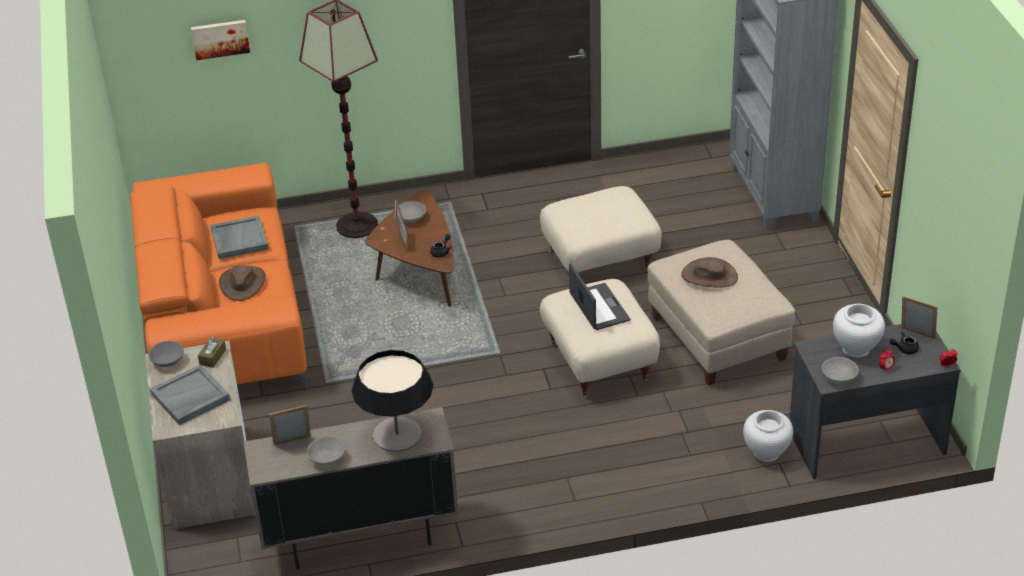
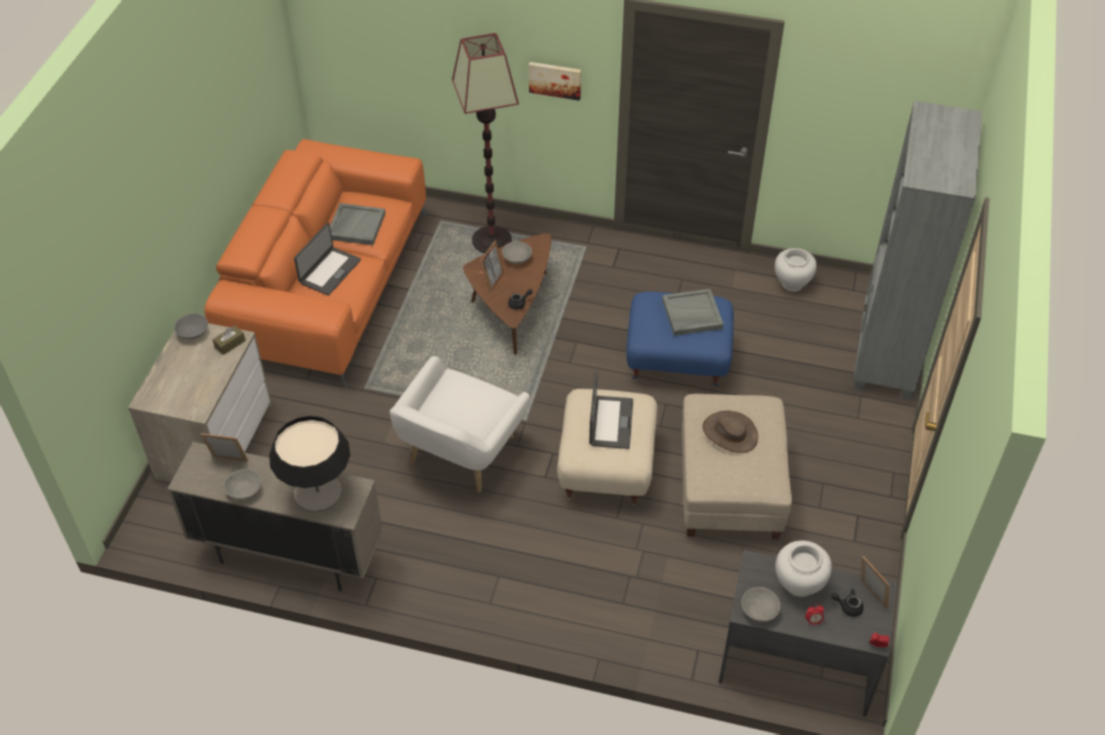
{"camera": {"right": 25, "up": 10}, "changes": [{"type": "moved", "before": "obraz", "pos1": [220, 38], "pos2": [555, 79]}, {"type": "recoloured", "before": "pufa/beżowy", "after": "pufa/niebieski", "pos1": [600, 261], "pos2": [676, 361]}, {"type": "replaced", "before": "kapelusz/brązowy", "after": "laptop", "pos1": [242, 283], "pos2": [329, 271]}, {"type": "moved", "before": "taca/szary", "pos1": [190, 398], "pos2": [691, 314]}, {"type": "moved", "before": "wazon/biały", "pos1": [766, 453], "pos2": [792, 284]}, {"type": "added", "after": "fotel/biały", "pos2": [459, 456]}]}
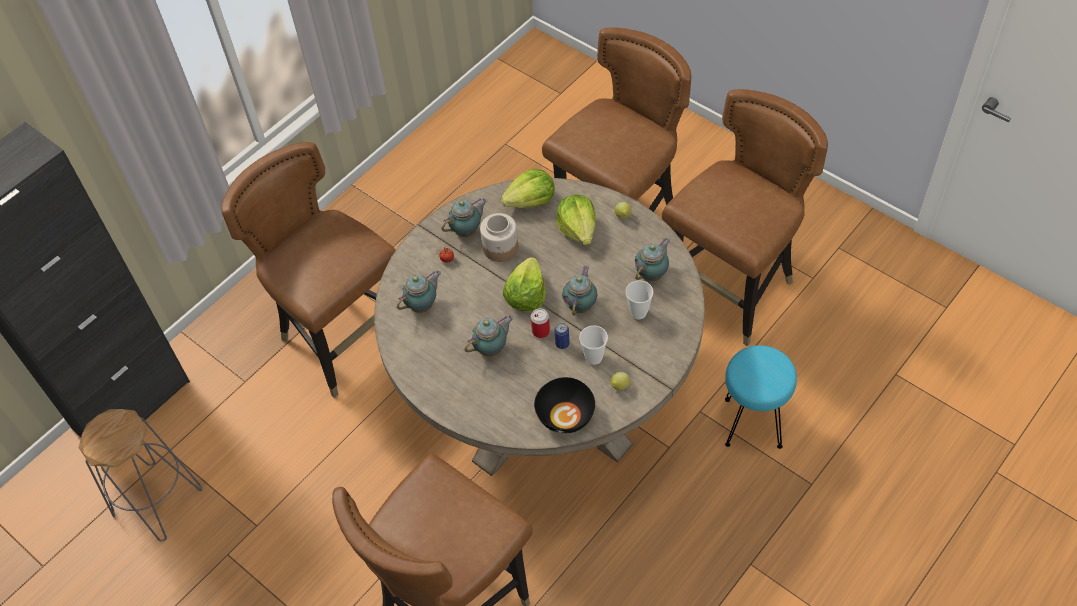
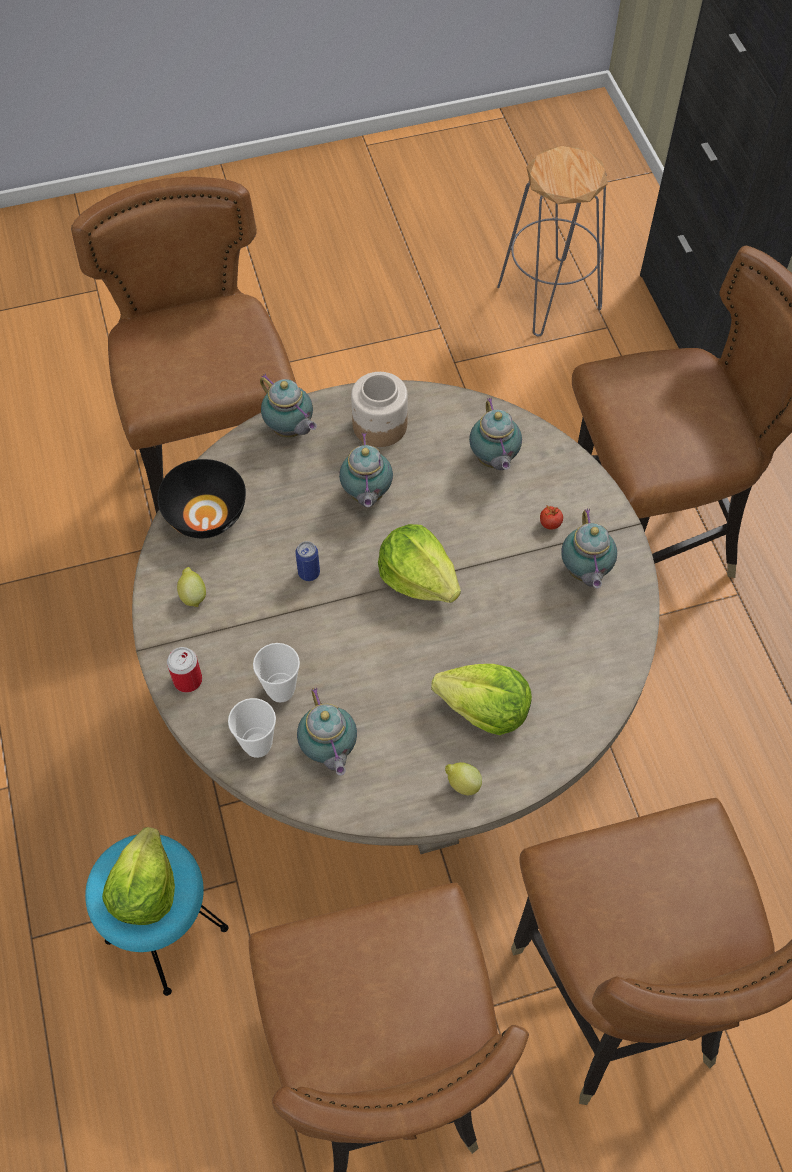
{"camera": {"right": 120, "up": 5}, "changes": [{"type": "moved", "before": "sałata", "pos1": [531, 201], "pos2": [144, 889]}, {"type": "moved", "before": "słoik", "pos1": [501, 248], "pos2": [379, 425]}, {"type": "moved", "before": "imbryk", "pos1": [581, 305], "pos2": [290, 430]}, {"type": "moved", "before": "puszka", "pos1": [540, 331], "pos2": [187, 680]}, {"type": "moved", "before": "filiżanka", "pos1": [594, 357], "pos2": [257, 745]}]}
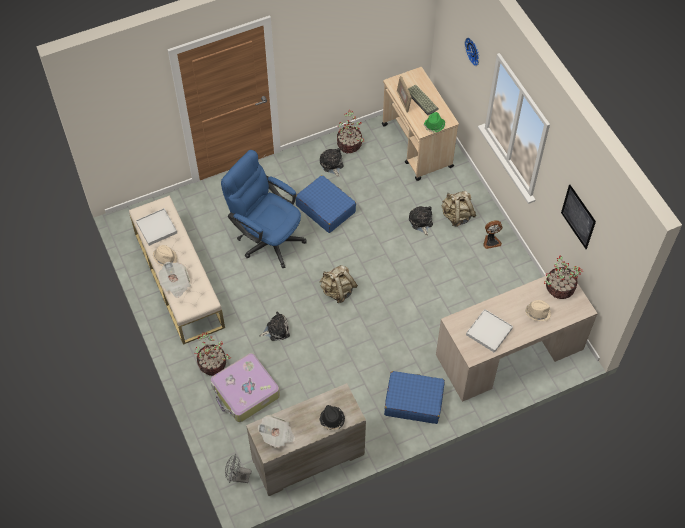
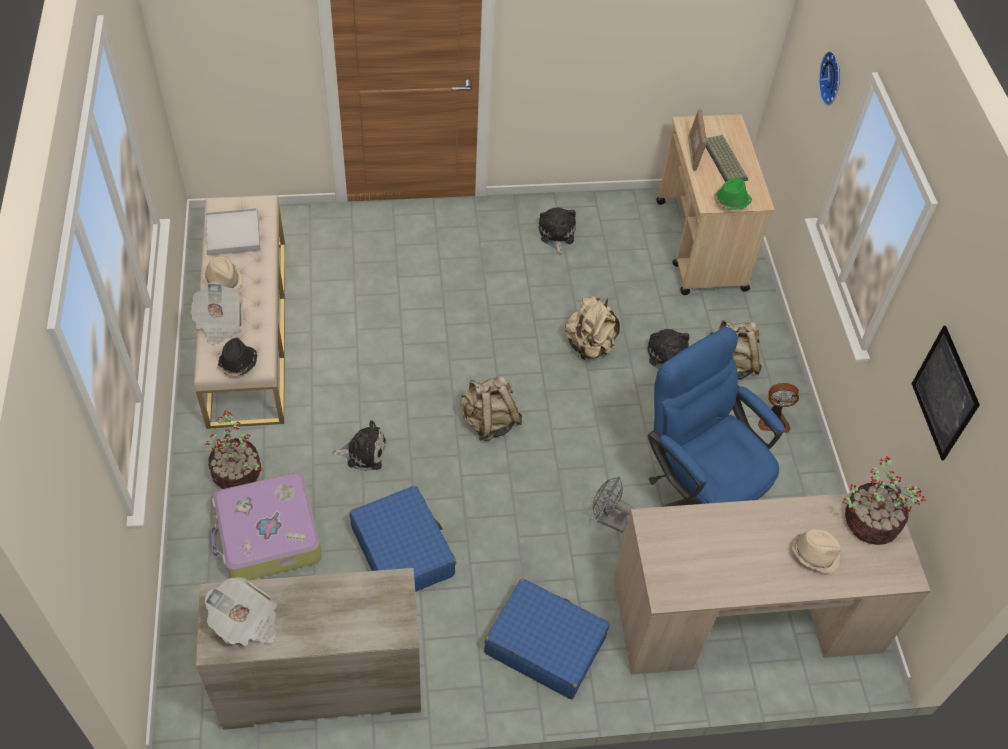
{"camera": {"right": 15, "up": -5}, "changes": [{"type": "removed", "before": "roślina doniczkowa", "pos1": [350, 145]}, {"type": "moved", "before": "krzesło biurowe/niebieski", "pos1": [267, 238], "pos2": [698, 493]}, {"type": "moved", "before": "walizka/niebieski", "pos1": [325, 208], "pos2": [402, 551]}, {"type": "removed", "before": "taca/biały", "pos1": [489, 332]}, {"type": "moved", "before": "kapelusz/czarny", "pos1": [332, 420], "pos2": [238, 363]}, {"type": "moved", "before": "wentylator/szary", "pos1": [237, 477], "pos2": [608, 520]}, {"type": "added", "after": "plecak/beżowy", "pos2": [589, 346]}]}
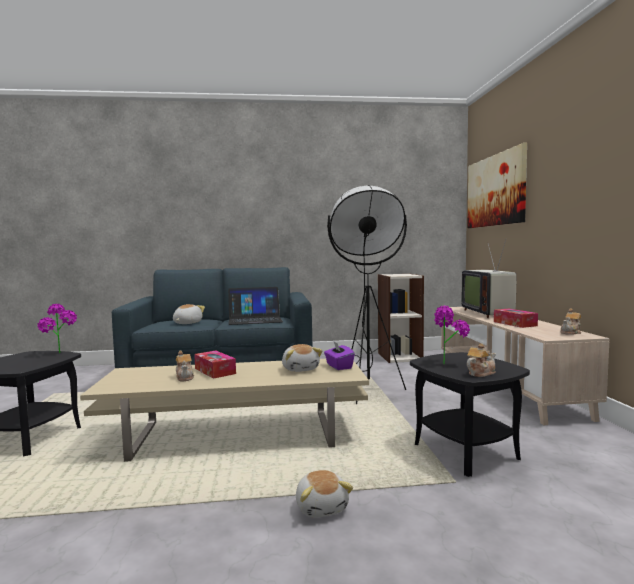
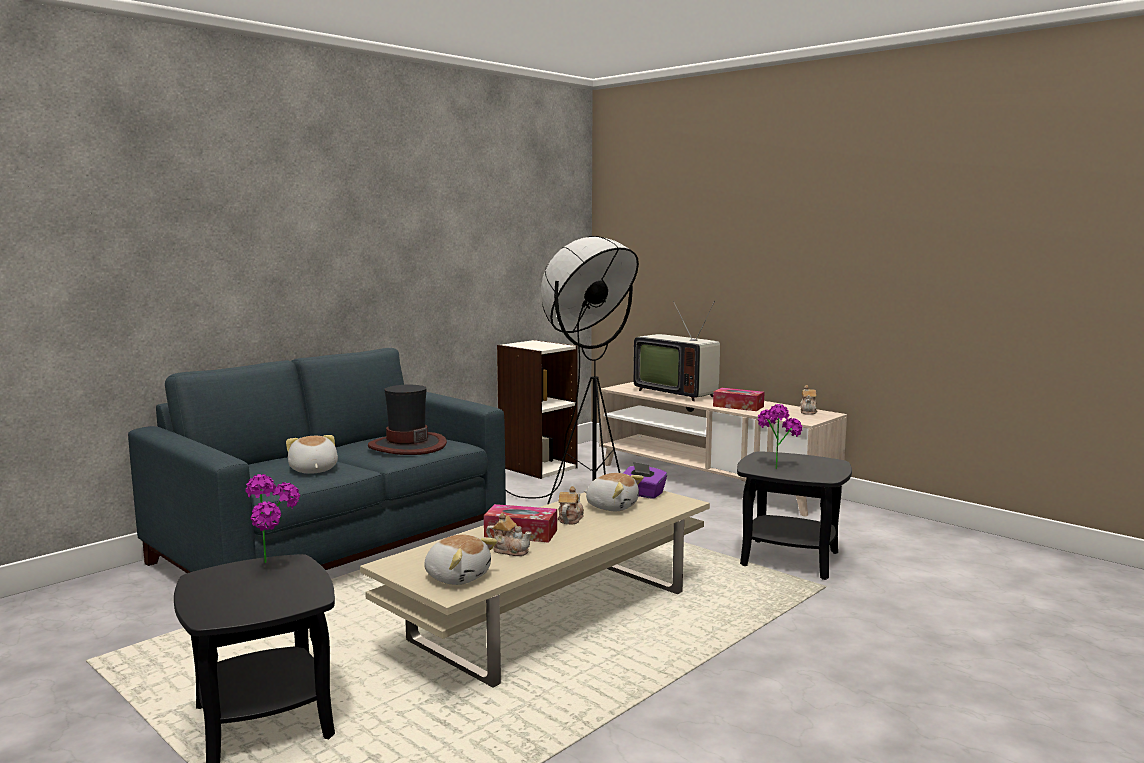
{"camera": {"right": -40, "up": 5}, "changes": [{"type": "removed", "before": "obraz", "pos1": [495, 190]}, {"type": "replaced", "before": "laptop", "after": "kapelusz", "pos1": [255, 319], "pos2": [407, 446]}, {"type": "moved", "before": "imbryk", "pos1": [480, 373], "pos2": [570, 519]}, {"type": "moved", "before": "pluszak", "pos1": [322, 507], "pos2": [458, 577]}]}
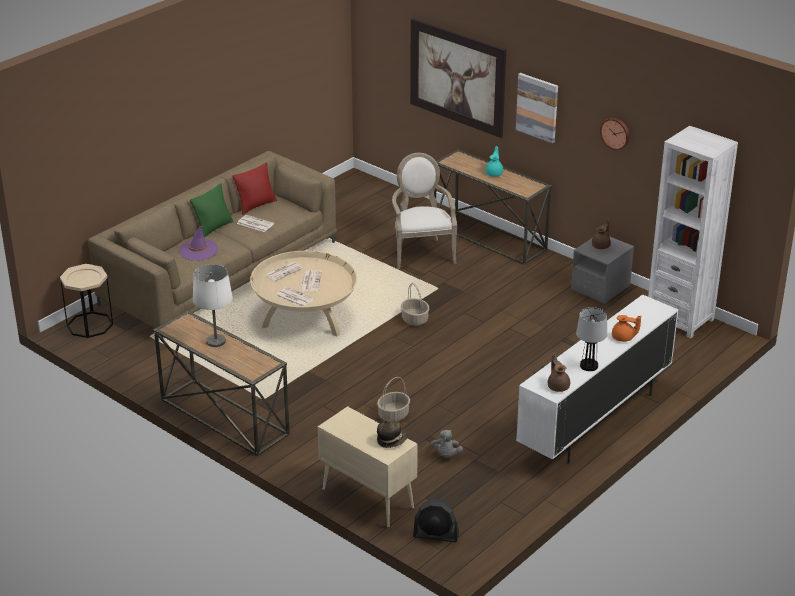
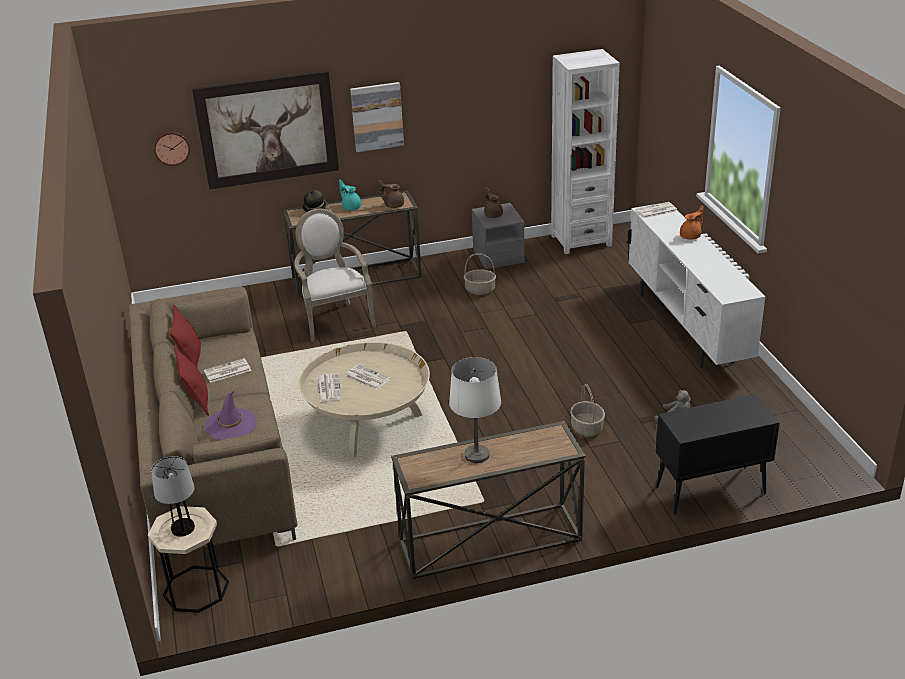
{"camera": {"right": -55, "up": 0}, "changes": [{"type": "moved", "before": "zegar ścienny", "pos1": [615, 133], "pos2": [171, 147]}, {"type": "turned", "before": "fotel", "pos1": [422, 252], "pos2": [335, 319], "turn": 45}, {"type": "recoloured", "before": "poduszka/zielony", "after": "poduszka/czerwony", "pos1": [213, 228], "pos2": [196, 401]}, {"type": "moved", "before": "koszyk", "pos1": [415, 319], "pos2": [480, 290]}, {"type": "moved", "before": "gazeta", "pos1": [294, 297], "pos2": [656, 211]}, {"type": "moved", "before": "lampa stołowa", "pos1": [588, 366], "pos2": [182, 529]}, {"type": "moved", "before": "imbryk/brązowy", "pos1": [558, 386], "pos2": [393, 205]}, {"type": "recoloured", "before": "szafka/beżowy", "after": "szafka/czarny", "pos1": [367, 498], "pos2": [709, 490]}, {"type": "moved", "before": "kapelusz", "pos1": [391, 440], "pos2": [315, 208]}, {"type": "removed", "before": "wentylator/czarny", "pos1": [436, 535]}]}
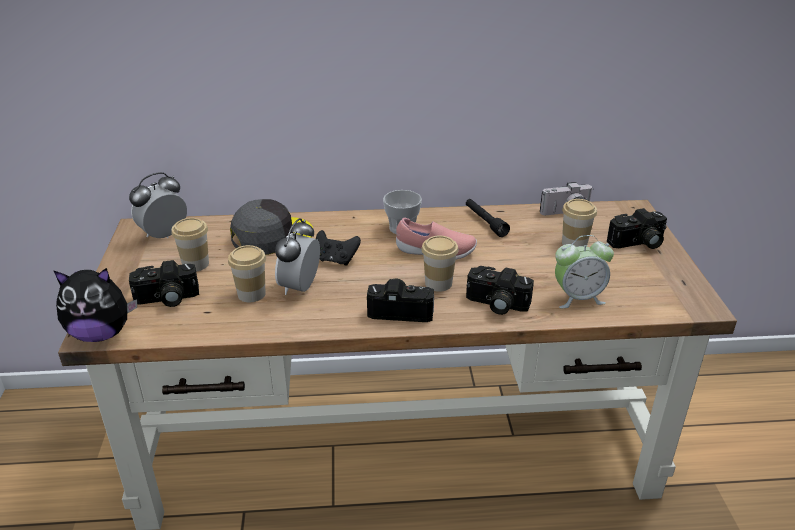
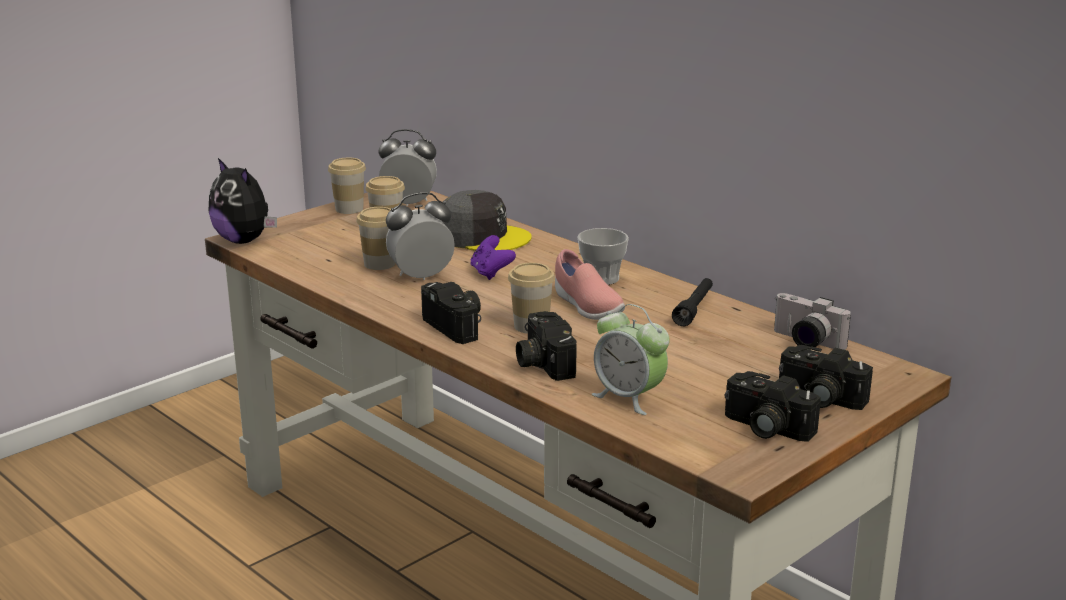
{"camera": {"right": 50, "up": -10}, "changes": [{"type": "moved", "before": "filiżanka", "pos1": [574, 243], "pos2": [349, 209]}, {"type": "recoloured", "before": "pad do gier/czarny", "after": "pad do gier/fioletowy", "pos1": [336, 260], "pos2": [491, 273]}, {"type": "moved", "before": "aparat fotograficzny", "pos1": [166, 299], "pos2": [765, 428]}]}
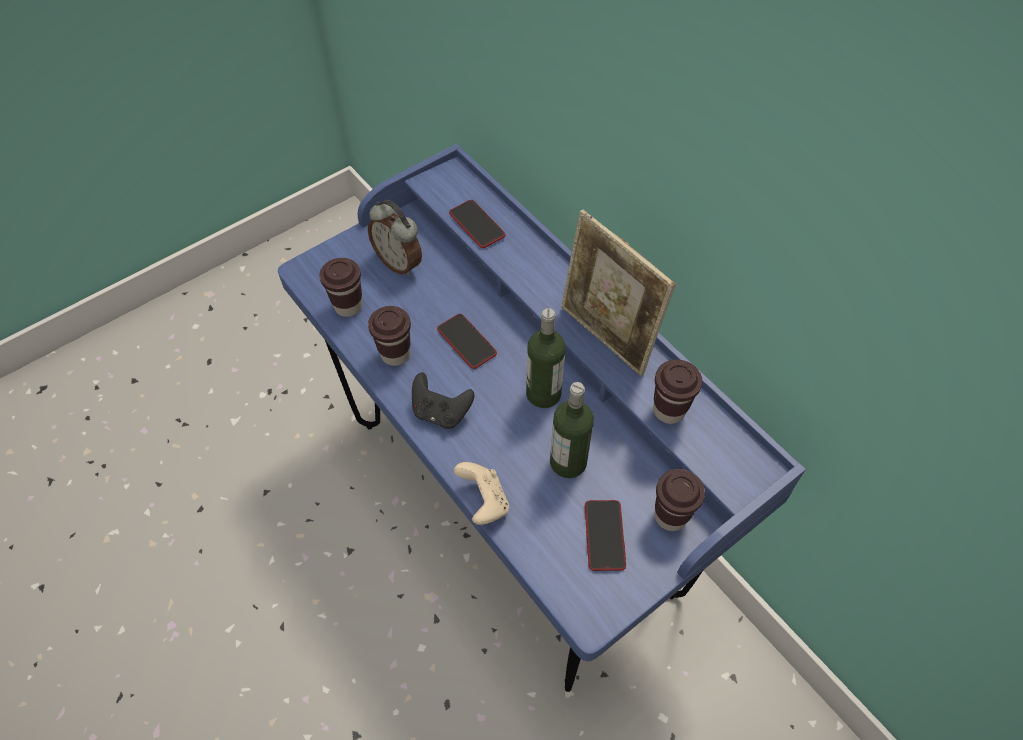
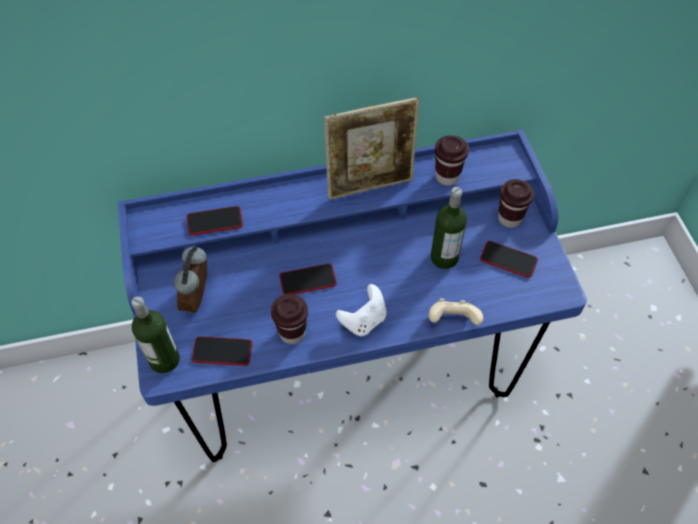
{"camera": {"right": -65, "up": 0}, "changes": [{"type": "turned", "before": "budzik", "pos1": [399, 262], "pos2": [199, 298], "turn": 120}, {"type": "replaced", "before": "filiżanka/brązowy", "after": "telefon", "pos1": [348, 306], "pos2": [222, 351]}, {"type": "moved", "before": "butelka", "pos1": [543, 394], "pos2": [164, 360]}, {"type": "recoloured", "before": "pad do gier/czarny", "after": "pad do gier/biały", "pos1": [441, 412], "pos2": [363, 320]}]}
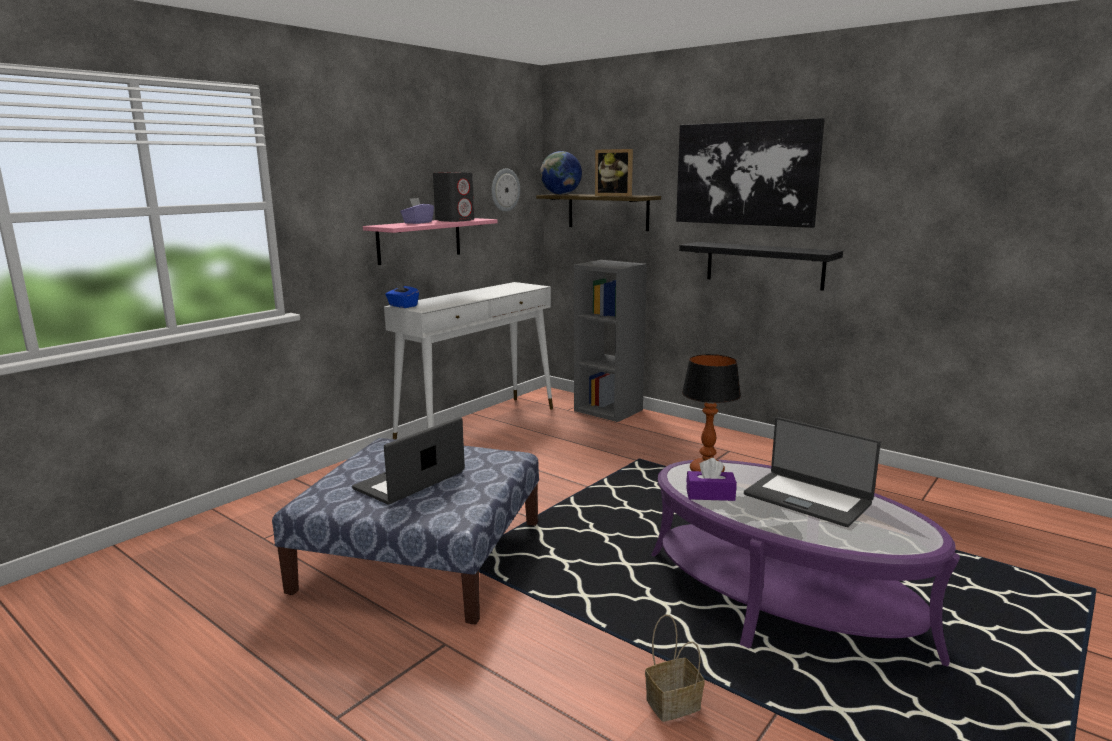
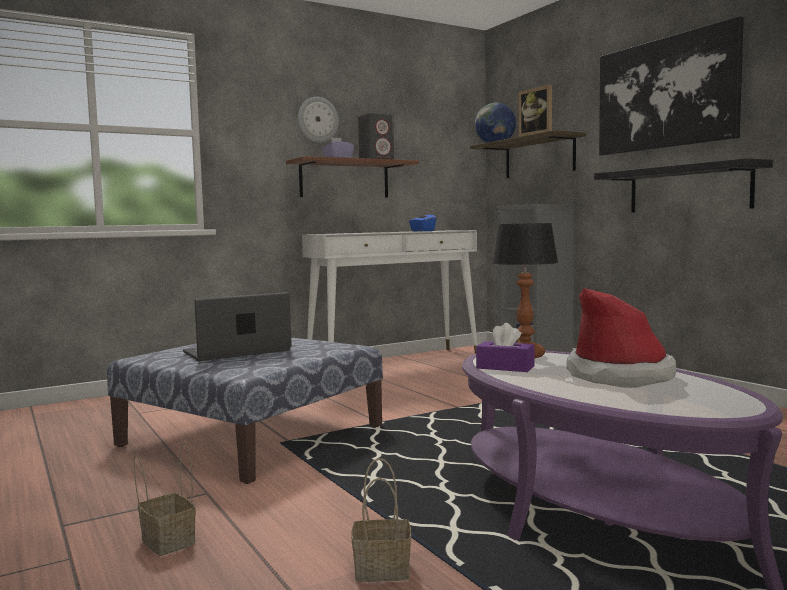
{"camera": {"right": 20, "up": -10}, "changes": [{"type": "moved", "before": "zegar ścienny", "pos1": [504, 190], "pos2": [317, 120]}, {"type": "recoloured", "before": "półka/różowy", "after": "półka/brązowy", "pos1": [419, 240], "pos2": [344, 179]}, {"type": "moved", "before": "pudełko chusteczek/niebieski", "pos1": [402, 306], "pos2": [422, 231]}, {"type": "replaced", "before": "laptop", "after": "kapelusz", "pos1": [808, 498], "pos2": [619, 376]}, {"type": "added", "after": "koszyk", "pos2": [166, 541]}]}
